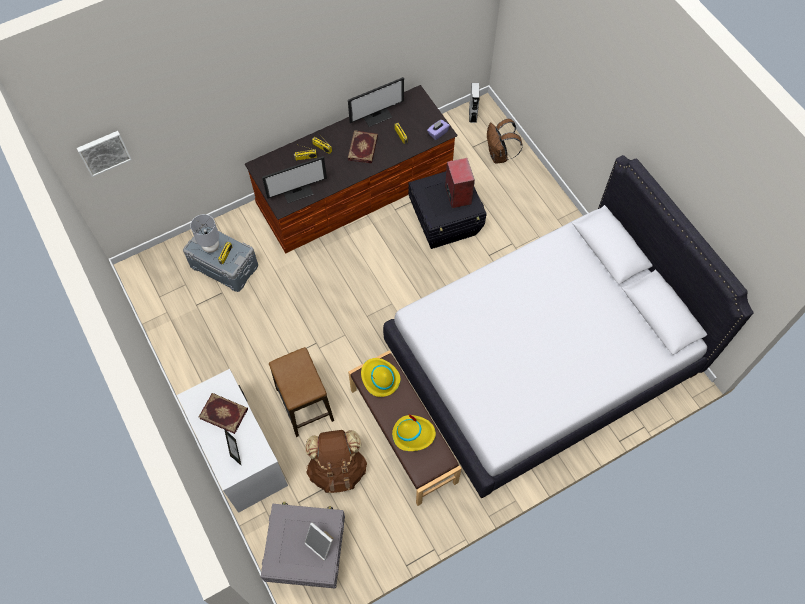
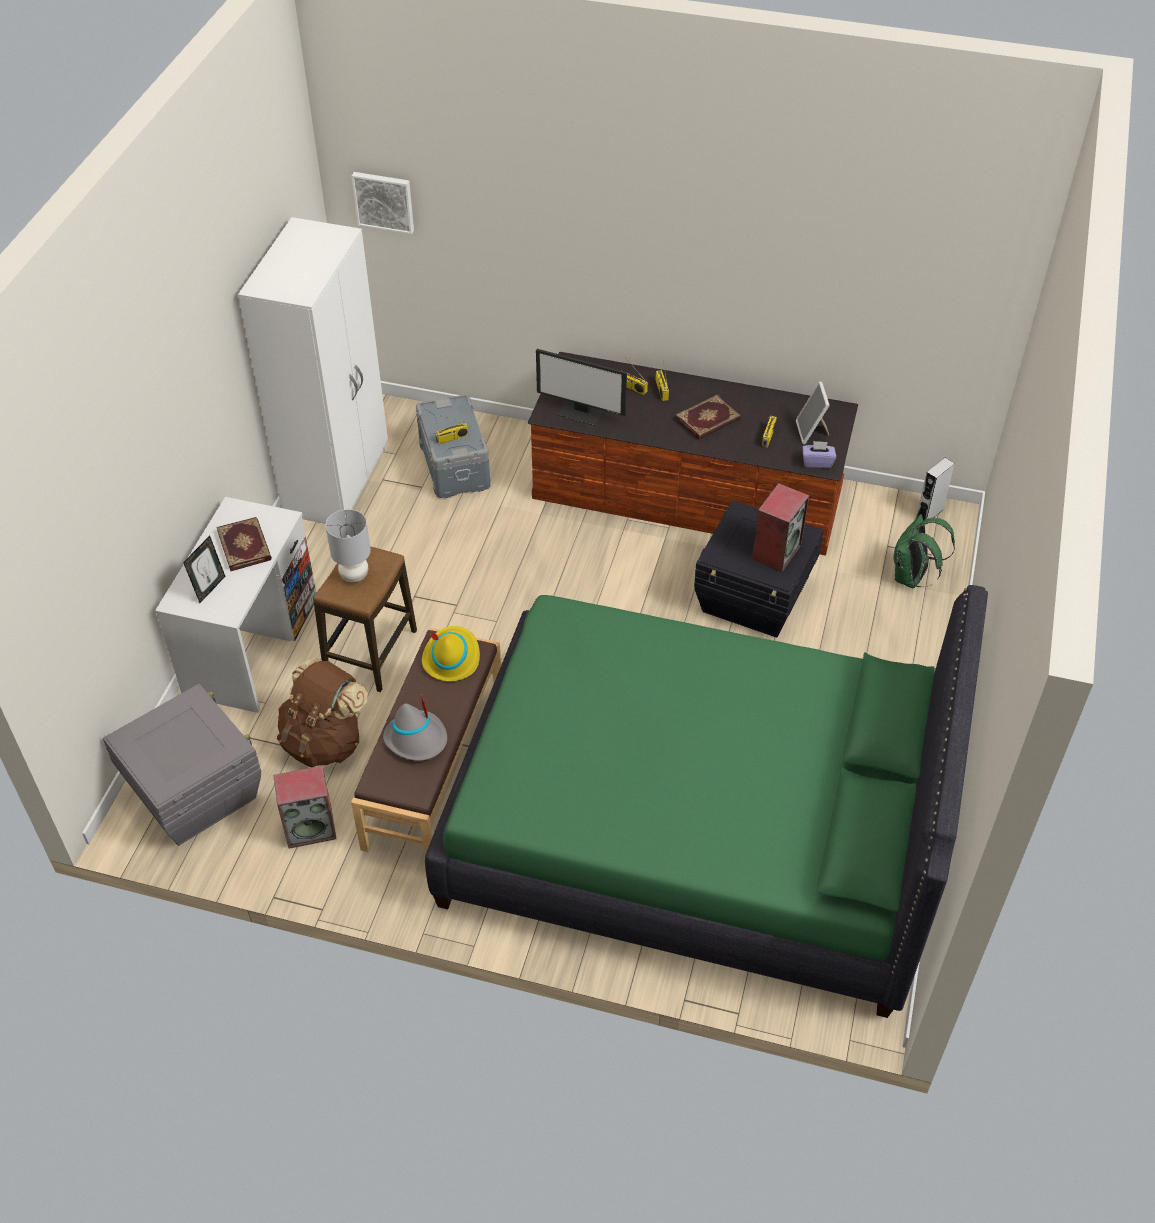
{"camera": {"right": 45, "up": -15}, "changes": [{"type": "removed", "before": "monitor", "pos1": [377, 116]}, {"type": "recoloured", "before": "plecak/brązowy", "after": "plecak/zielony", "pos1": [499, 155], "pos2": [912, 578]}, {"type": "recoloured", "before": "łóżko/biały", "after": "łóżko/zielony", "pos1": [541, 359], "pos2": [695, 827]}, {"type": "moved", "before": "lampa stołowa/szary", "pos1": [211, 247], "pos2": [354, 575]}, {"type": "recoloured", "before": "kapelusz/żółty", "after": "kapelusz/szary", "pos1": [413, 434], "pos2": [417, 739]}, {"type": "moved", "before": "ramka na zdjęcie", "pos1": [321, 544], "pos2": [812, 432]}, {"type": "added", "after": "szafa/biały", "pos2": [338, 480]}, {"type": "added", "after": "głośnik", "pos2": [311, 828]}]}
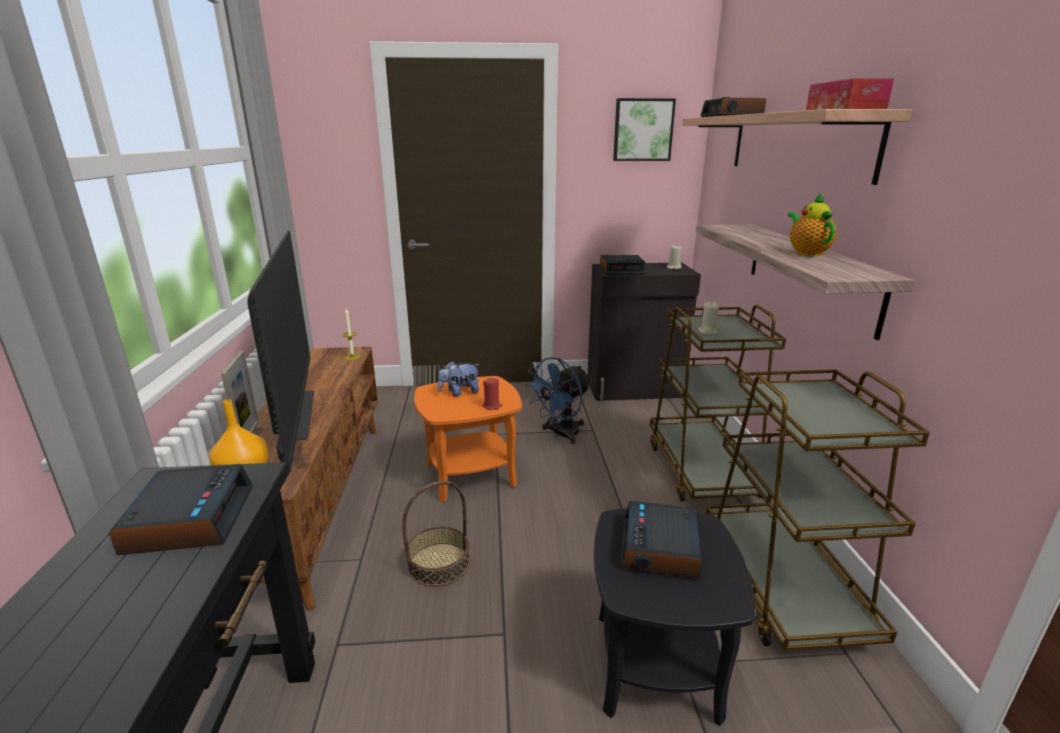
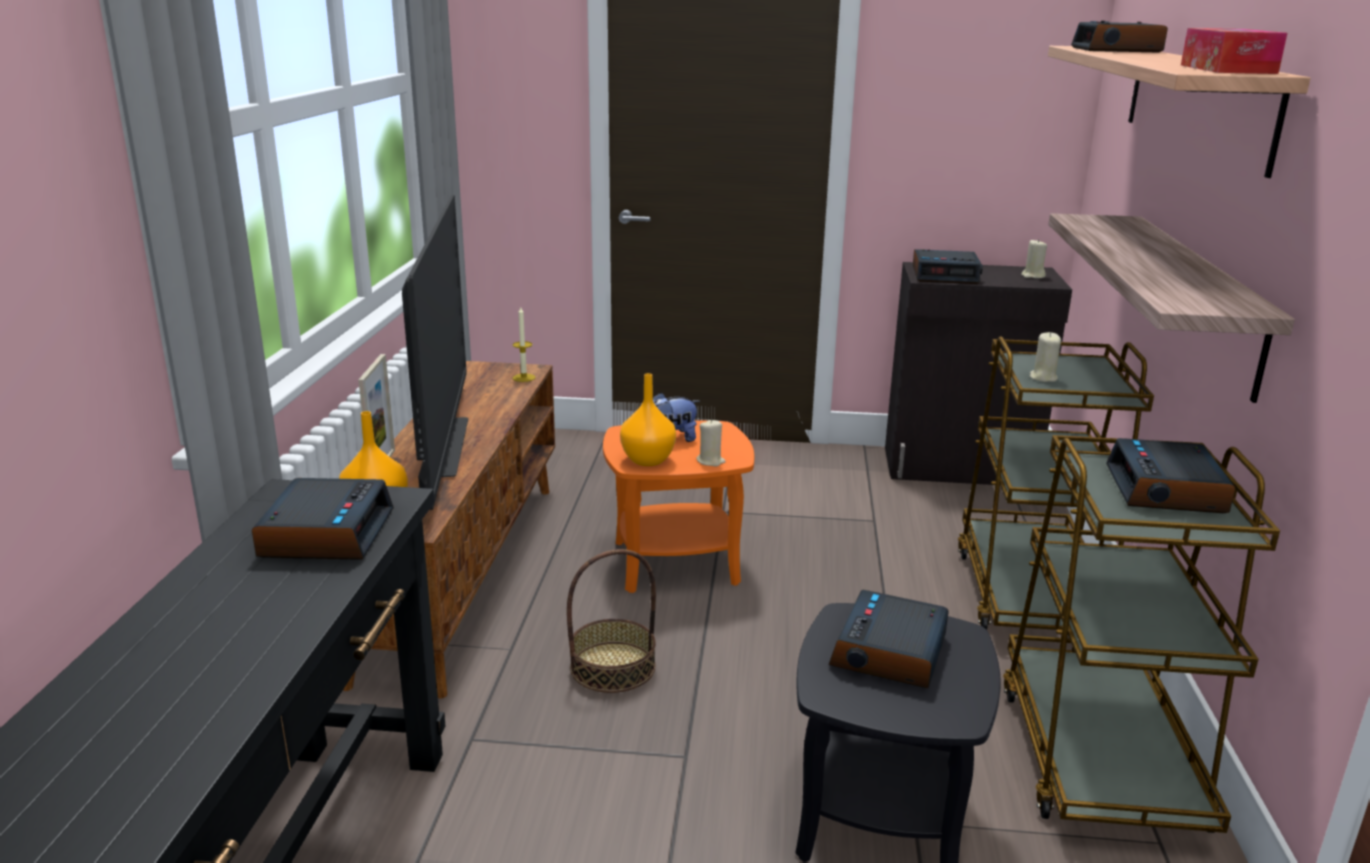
{"camera": {"right": 10, "up": 0}, "changes": [{"type": "removed", "before": "obraz", "pos1": [642, 130]}, {"type": "removed", "before": "imbryk", "pos1": [806, 253]}, {"type": "removed", "before": "wentylator/niebieski", "pos1": [560, 434]}, {"type": "recoloured", "before": "świeca/czerwony", "after": "świeca/beżowy", "pos1": [492, 406], "pos2": [710, 461]}, {"type": "added", "after": "wazon/pomarańczowy", "pos2": [648, 460]}, {"type": "added", "after": "budzik", "pos2": [1166, 490]}]}
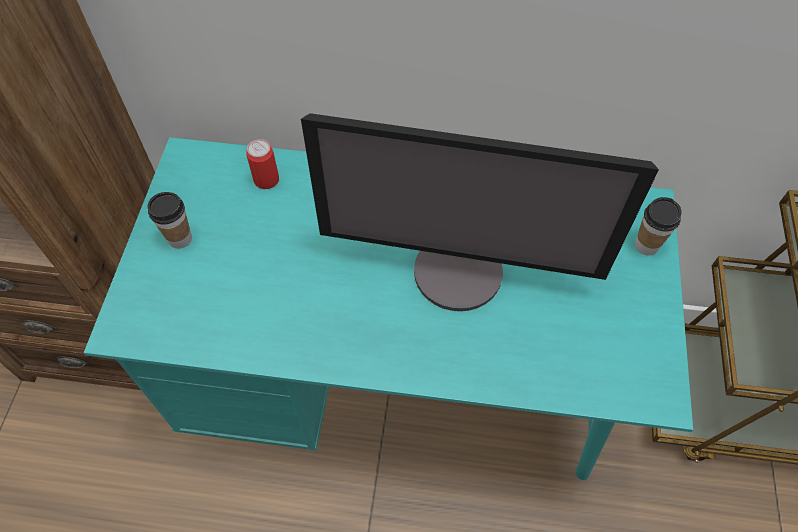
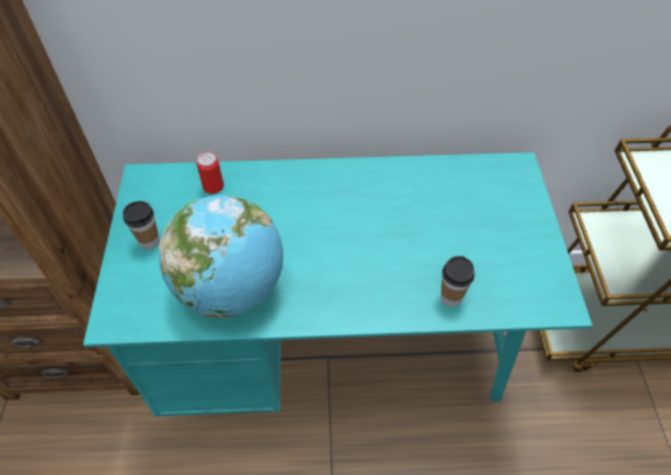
{"camera": {"right": -10, "up": -5}, "changes": [{"type": "removed", "before": "monitor", "pos1": [459, 270]}, {"type": "moved", "before": "filiżanka", "pos1": [646, 245], "pos2": [450, 297]}, {"type": "added", "after": "globus", "pos2": [231, 288]}]}
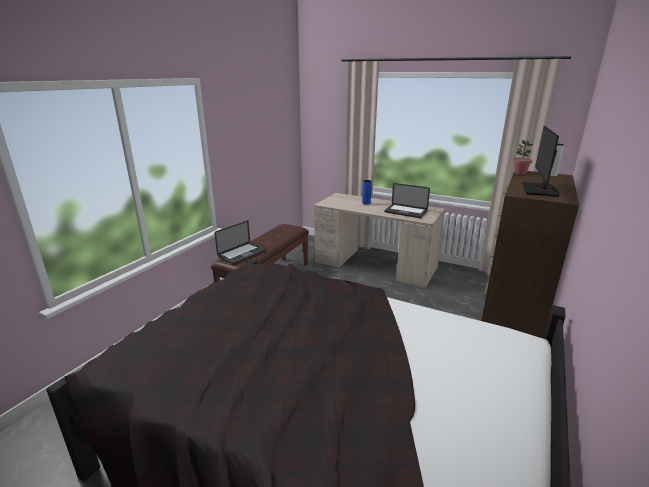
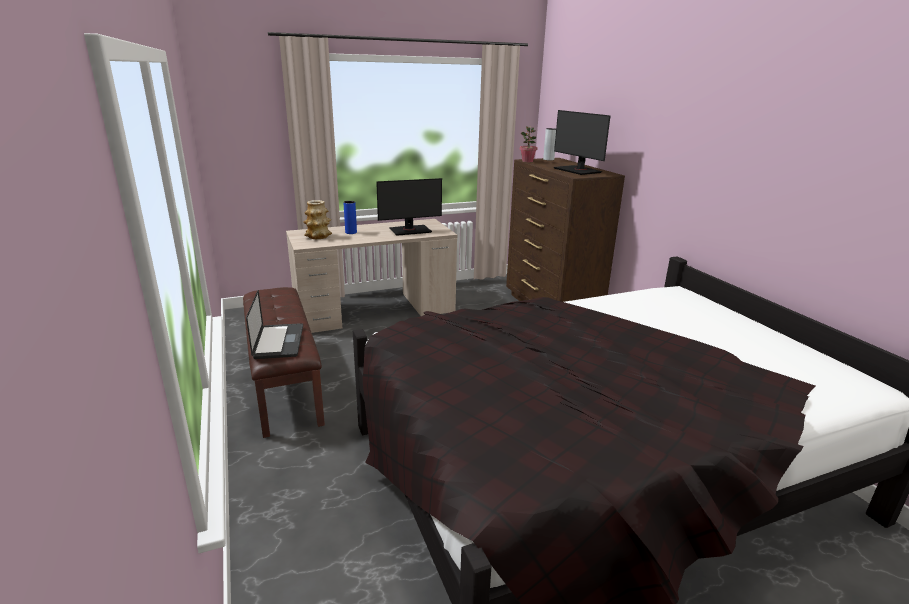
{"camera": {"right": -50, "up": 0}, "changes": [{"type": "replaced", "before": "laptop", "after": "monitor", "pos1": [405, 212], "pos2": [410, 230]}, {"type": "added", "after": "wazon", "pos2": [318, 237]}]}
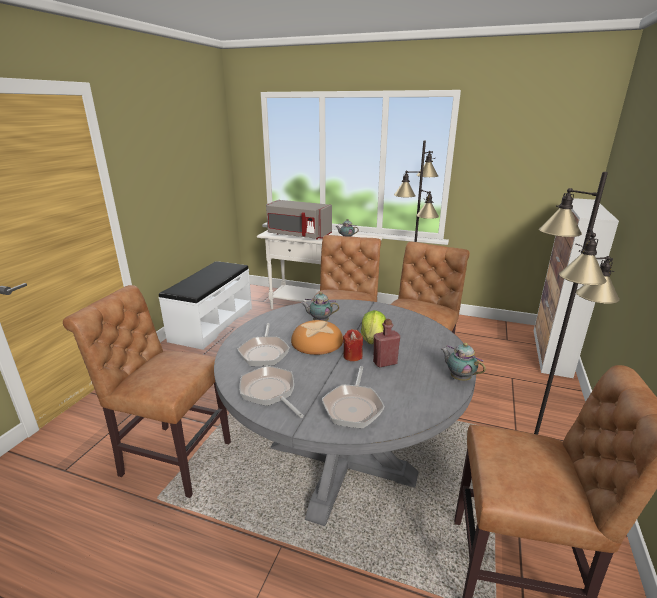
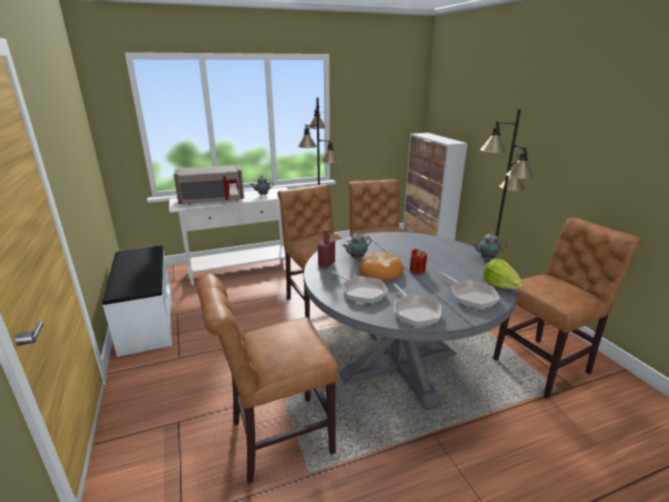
{"camera": {"right": -40, "up": 0}, "changes": [{"type": "moved", "before": "sałata", "pos1": [372, 339], "pos2": [499, 285]}, {"type": "moved", "before": "butelka/czerwony", "pos1": [385, 362], "pos2": [326, 264]}, {"type": "turned", "before": "patelnia", "pos1": [270, 392], "pos2": [414, 312], "turn": -120}]}
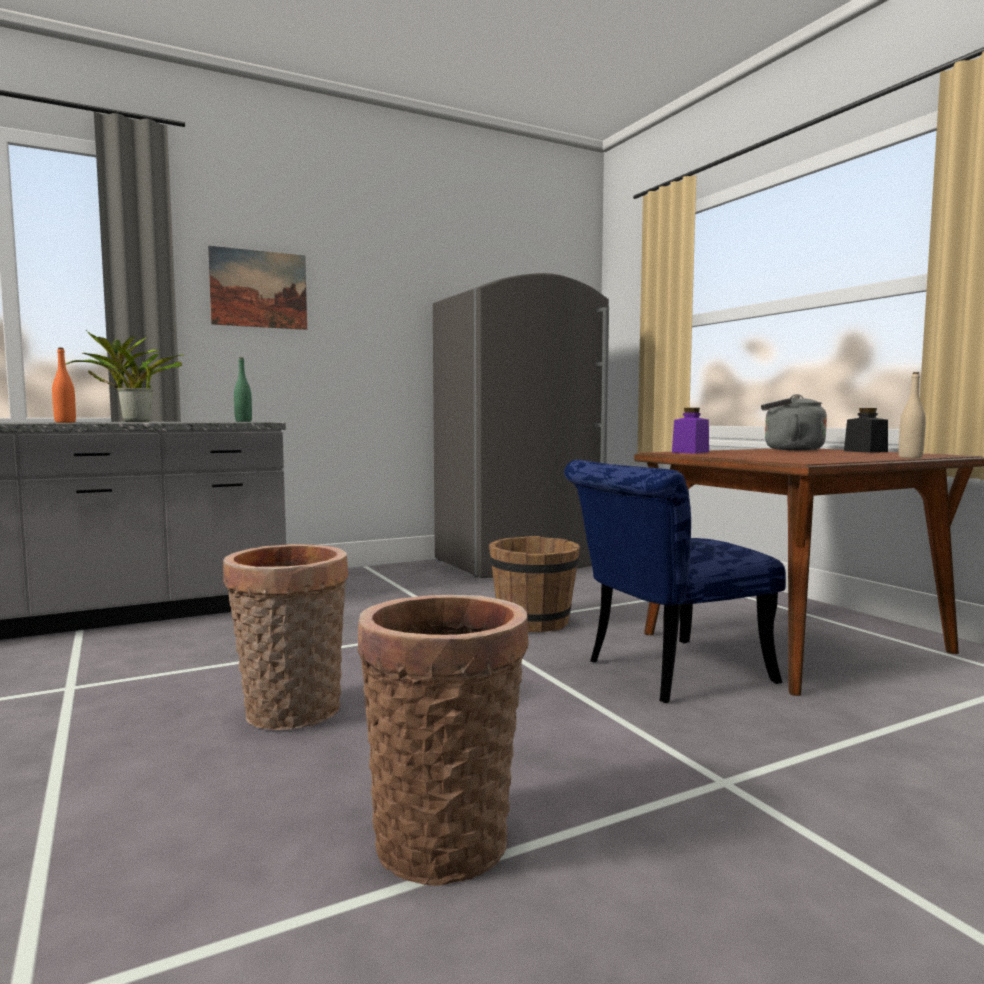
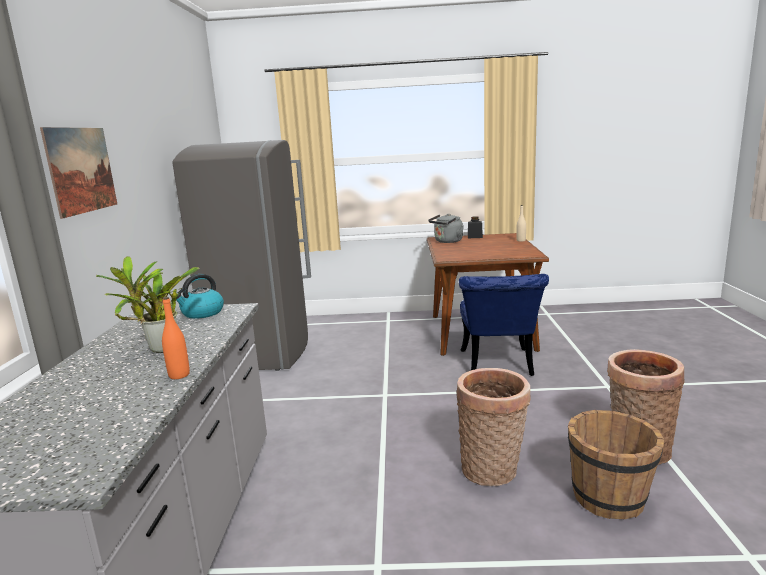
{"camera": {"right": -60, "up": 10}, "changes": [{"type": "replaced", "before": "butelka/zielony", "after": "czajnik", "pos1": [243, 421], "pos2": [202, 313]}, {"type": "removed", "before": "słoik/fioletowy", "pos1": [690, 452]}, {"type": "moved", "before": "wiadro/brązowy", "pos1": [533, 623], "pos2": [609, 498]}]}
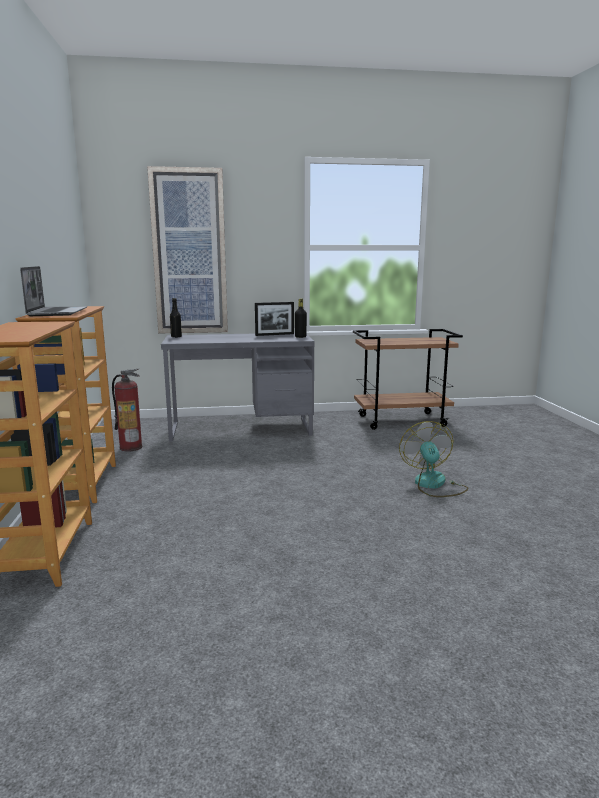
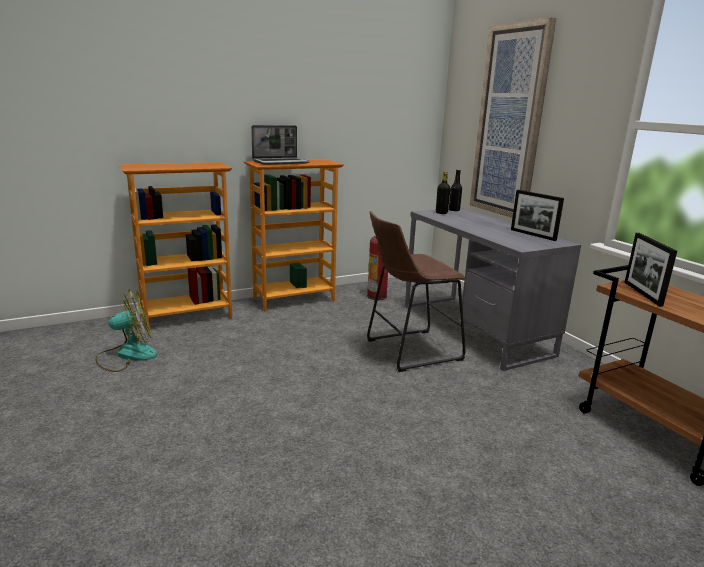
{"camera": {"right": 70, "up": 5}, "changes": [{"type": "moved", "before": "butelka/czarny", "pos1": [300, 337], "pos2": [441, 213]}, {"type": "moved", "before": "wentylator", "pos1": [433, 485], "pos2": [127, 355]}, {"type": "added", "after": "stołek/brązowy", "pos2": [408, 350]}, {"type": "added", "after": "ramka na zdjęcie", "pos2": [642, 293]}]}
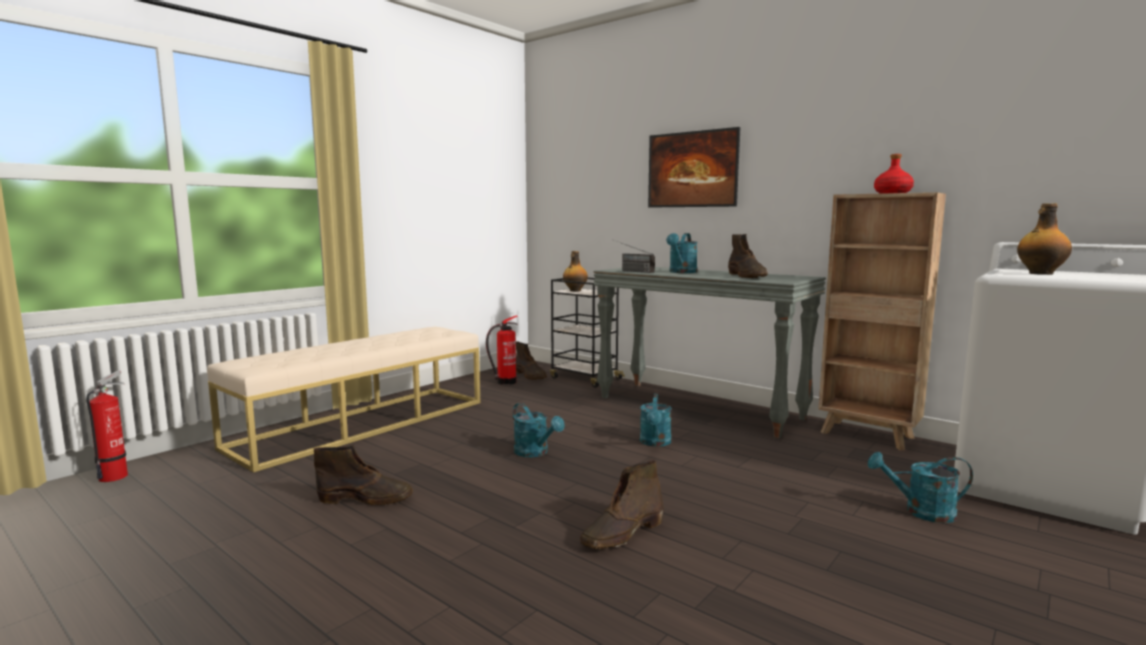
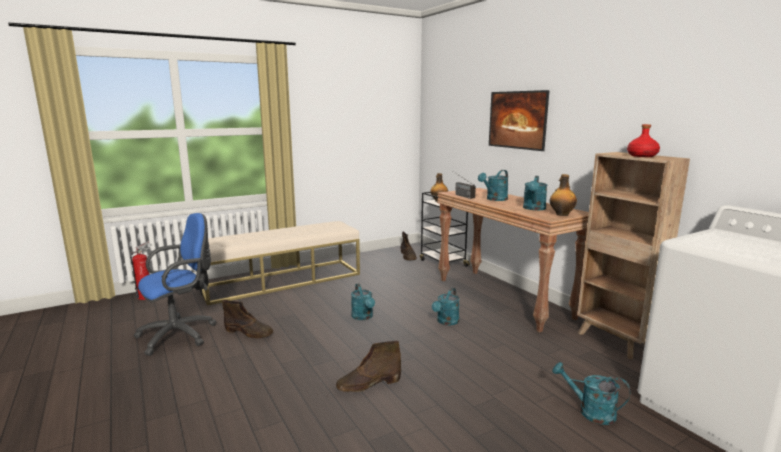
{"camera": {"right": 20, "up": 5}, "changes": [{"type": "moved", "before": "butelka", "pos1": [1040, 273], "pos2": [561, 214]}, {"type": "replaced", "before": "but z cholewką/brązowy", "after": "konewka/turkusowy", "pos1": [747, 276], "pos2": [534, 209]}, {"type": "recoloured", "before": "stolik konsolowy/szary", "after": "stolik konsolowy/brązowy", "pos1": [699, 407], "pos2": [503, 298]}, {"type": "removed", "before": "gaśnica", "pos1": [504, 382]}, {"type": "added", "after": "krzesło biurowe/niebieski", "pos2": [181, 334]}]}
